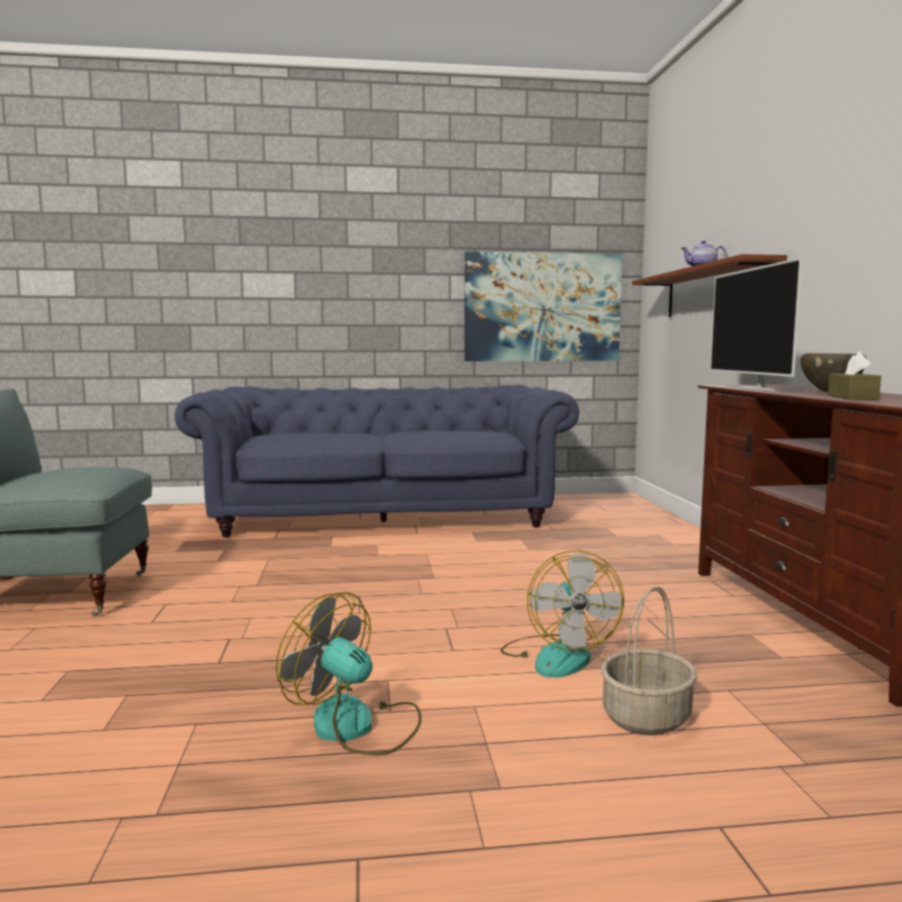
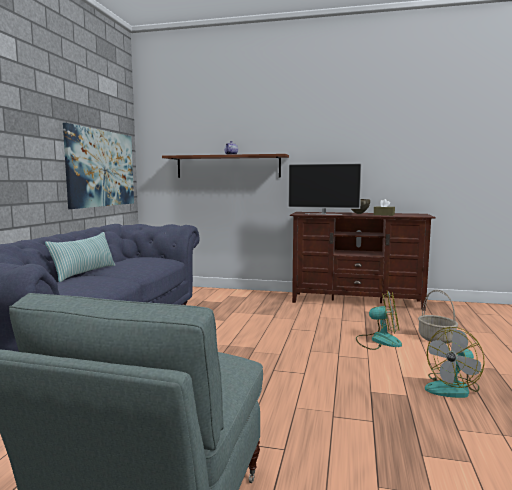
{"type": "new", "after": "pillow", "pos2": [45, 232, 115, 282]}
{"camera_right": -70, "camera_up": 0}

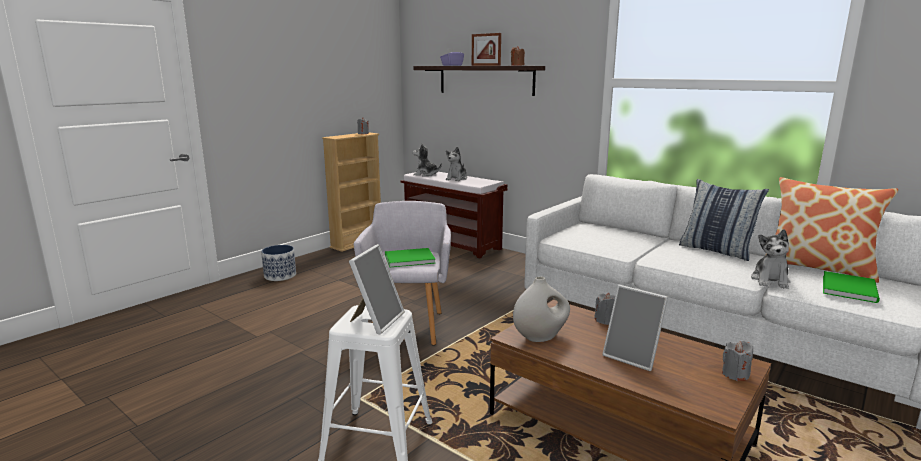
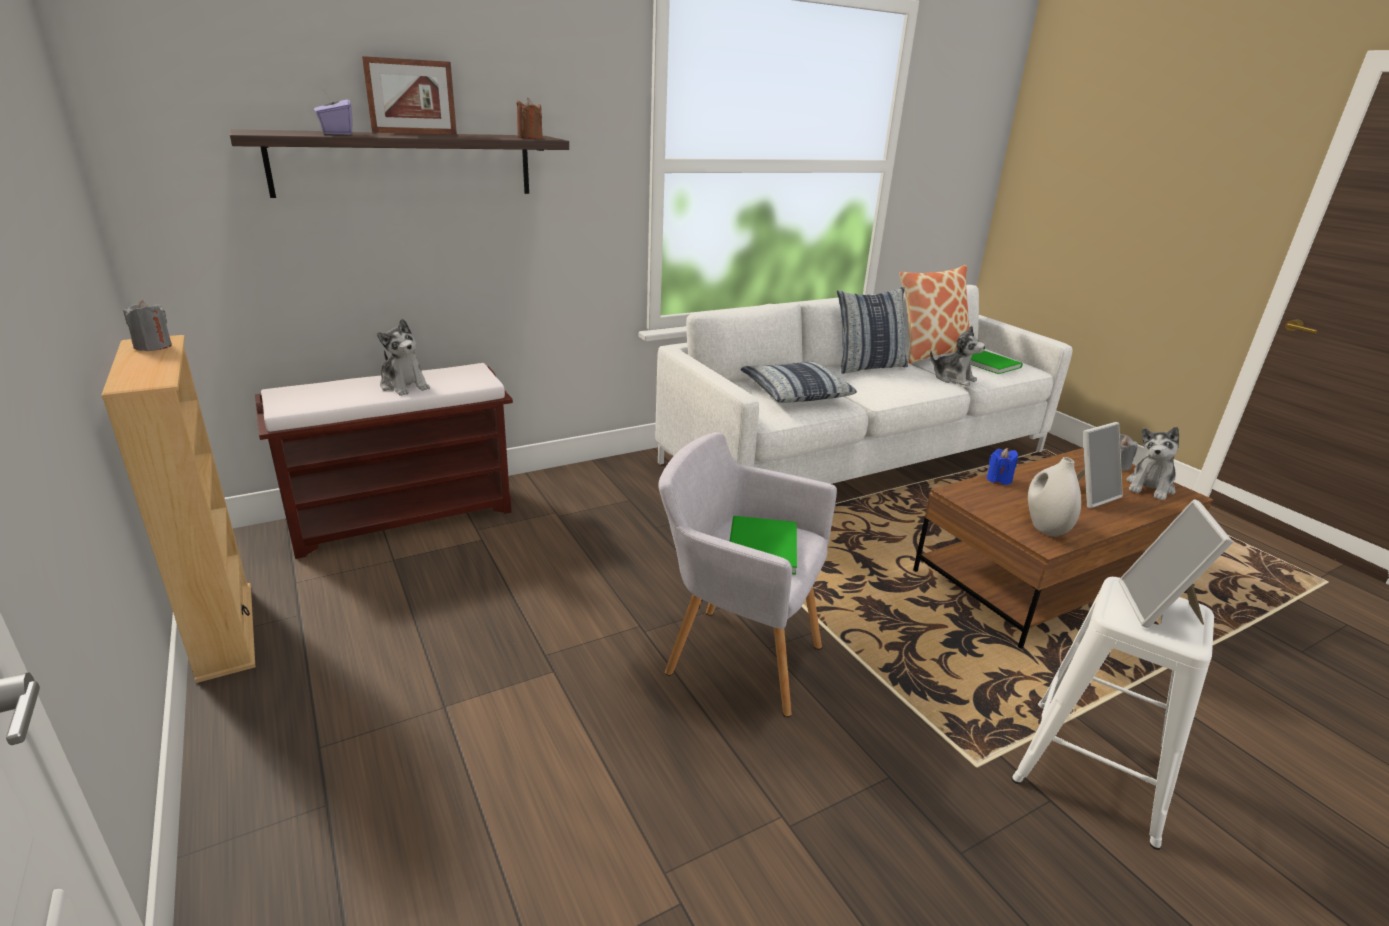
{"type": "shifted", "before": "plush toy", "pos1": [413, 144, 442, 177], "pos2": [1126, 427, 1179, 501]}
{"type": "rotated", "before": "picture frame", "pos1": [349, 244, 405, 334], "pos2": [1119, 499, 1233, 628], "turn": -120}
{"type": "gone", "before": "flower pot", "pos1": [261, 245, 296, 281]}
{"type": "repainted", "before": "gray candle", "after": "bluish candle", "pos1": [594, 293, 615, 325], "pos2": [986, 448, 1018, 485]}
{"type": "new", "after": "pillow", "pos2": [741, 361, 857, 403]}
{"camera_right": -70, "camera_up": 10}

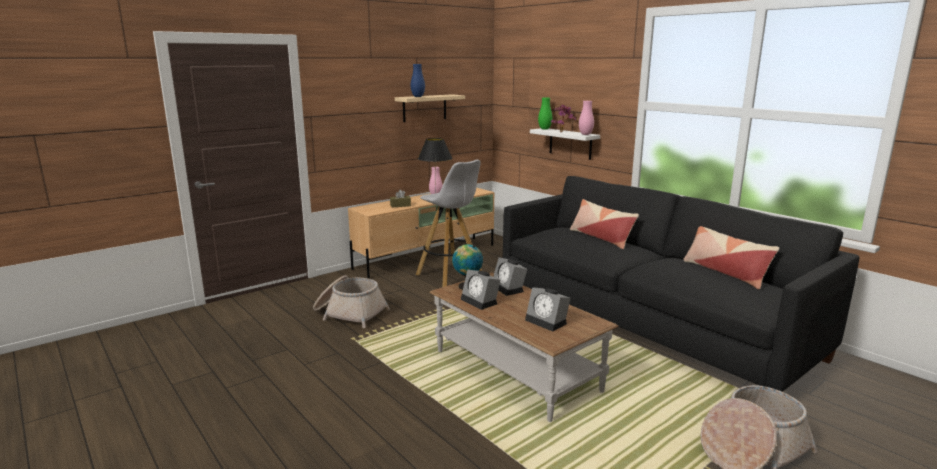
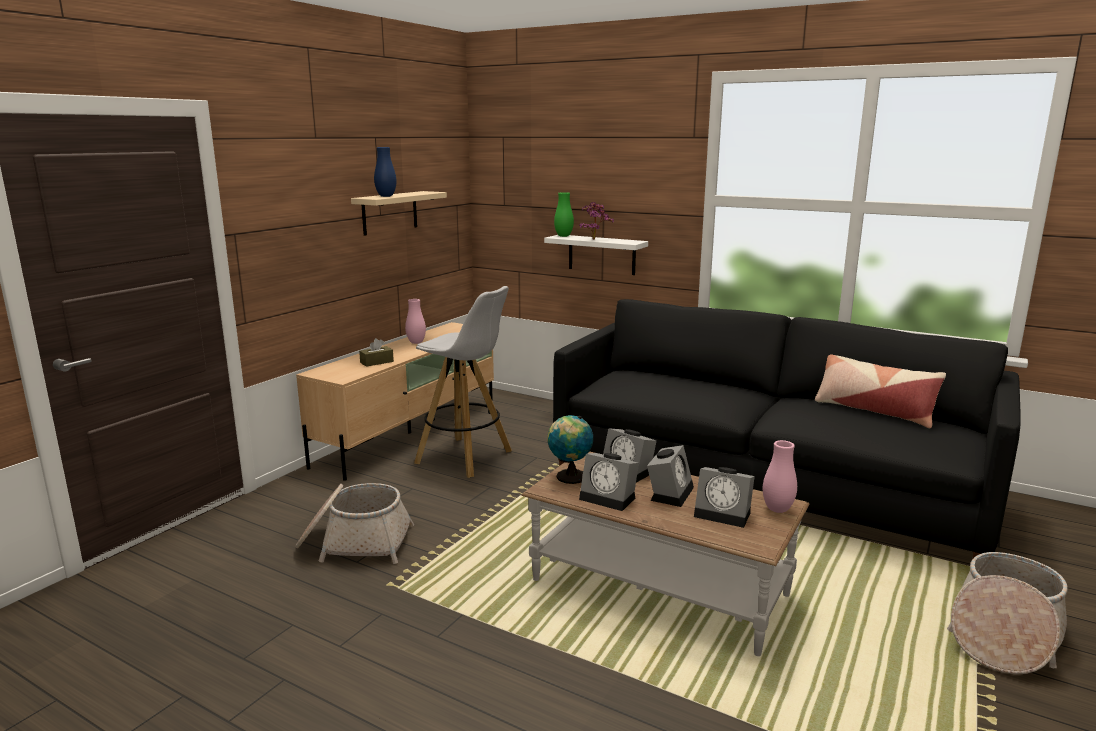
{"type": "shifted", "before": "pink-coloured decorative vase", "pos1": [579, 101, 594, 135], "pos2": [763, 440, 797, 513]}
{"type": "gone", "before": "blackish lamp for a table", "pos1": [418, 138, 453, 191]}
{"type": "gone", "before": "pillow", "pos1": [570, 199, 639, 249]}
{"type": "new", "after": "bedside clock", "pos2": [647, 445, 694, 507]}
{"camera_right": -20, "camera_up": 0}

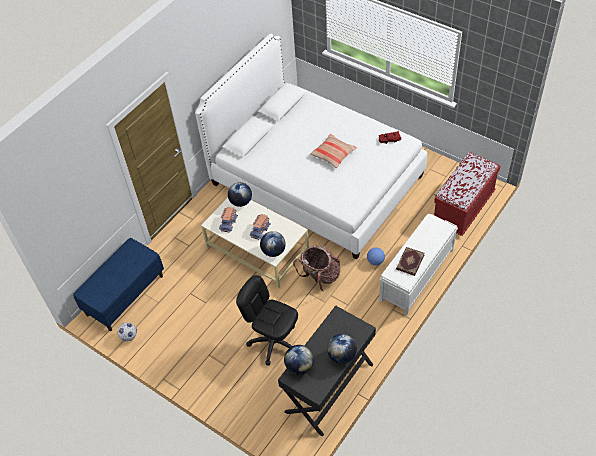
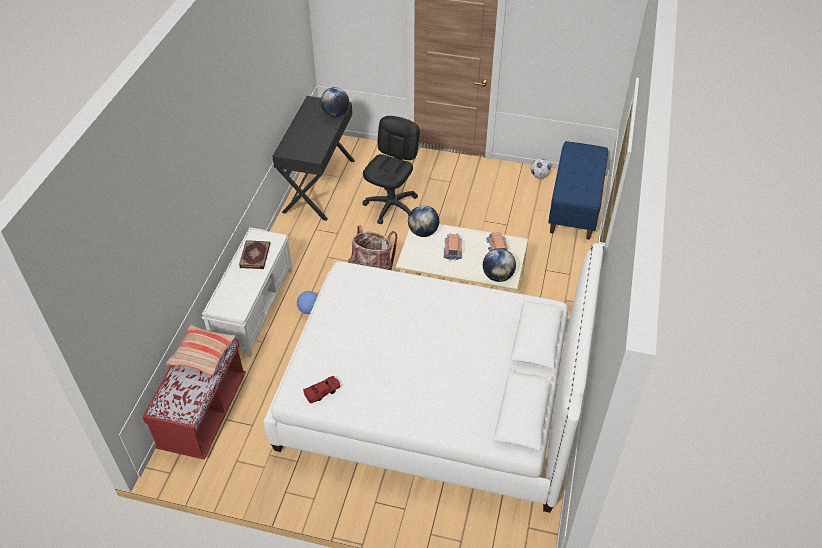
{"type": "shifted", "before": "pillow", "pos1": [310, 134, 357, 168], "pos2": [166, 325, 235, 376]}
{"type": "rotated", "before": "blackish computer chair", "pos1": [236, 275, 298, 366], "pos2": [362, 116, 420, 224], "turn": -75}
{"type": "gone", "before": "globe", "pos1": [327, 334, 357, 364]}
{"camera_right": 155, "camera_up": -5}

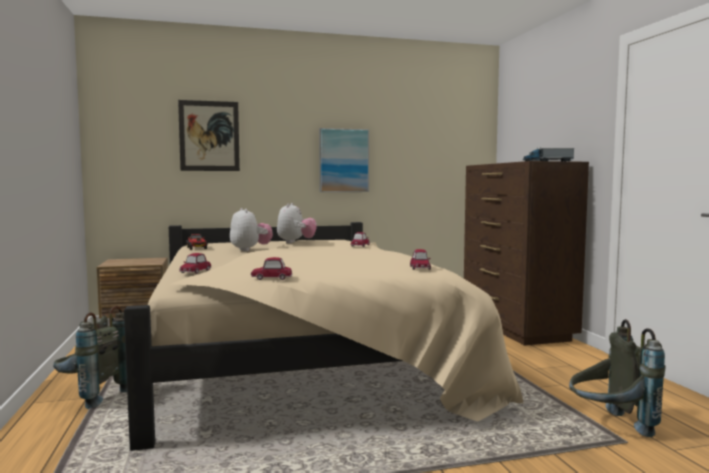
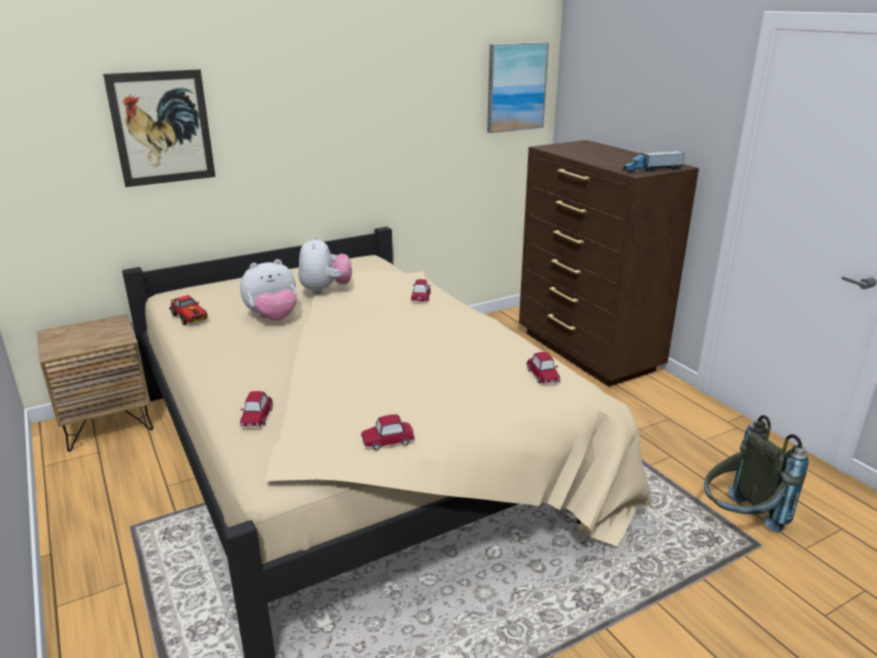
{"type": "shifted", "before": "wall art", "pos1": [319, 128, 369, 192], "pos2": [487, 42, 549, 133]}
{"type": "rotated", "before": "plush toy", "pos1": [230, 208, 273, 251], "pos2": [240, 259, 297, 321], "turn": 105}
{"type": "gone", "before": "gray knapsack", "pos1": [53, 306, 127, 409]}
{"camera_right": -15, "camera_up": 20}

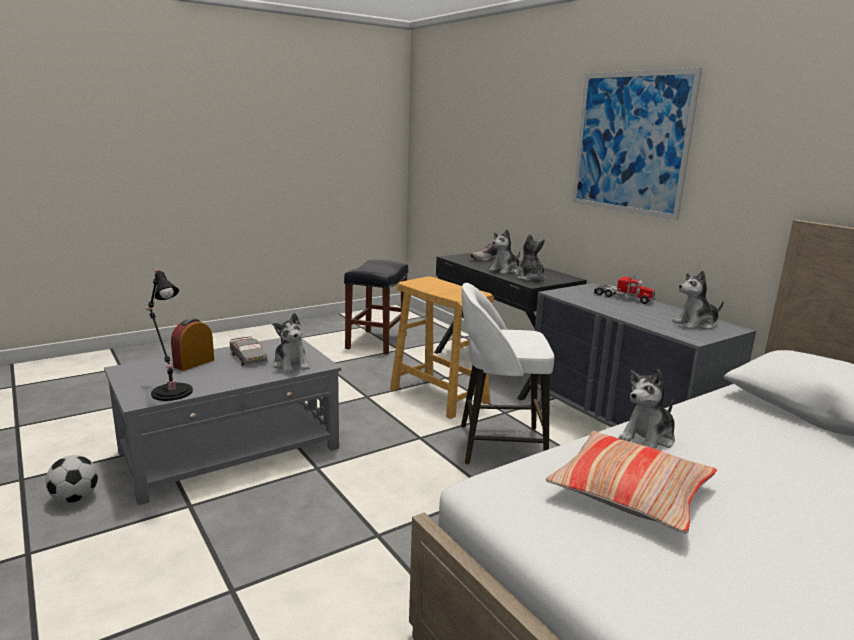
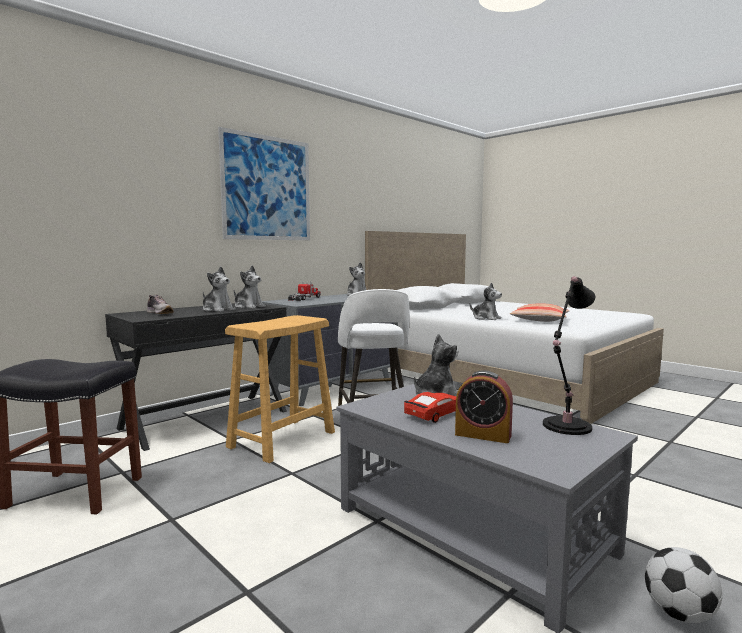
{"type": "rotated", "before": "plush toy", "pos1": [515, 233, 545, 281], "pos2": [234, 266, 266, 309], "turn": -120}
{"type": "repainted", "before": "gray model car", "after": "reddish model car", "pos1": [230, 336, 267, 366], "pos2": [404, 392, 456, 423]}
{"camera_right": -100, "camera_up": -10}

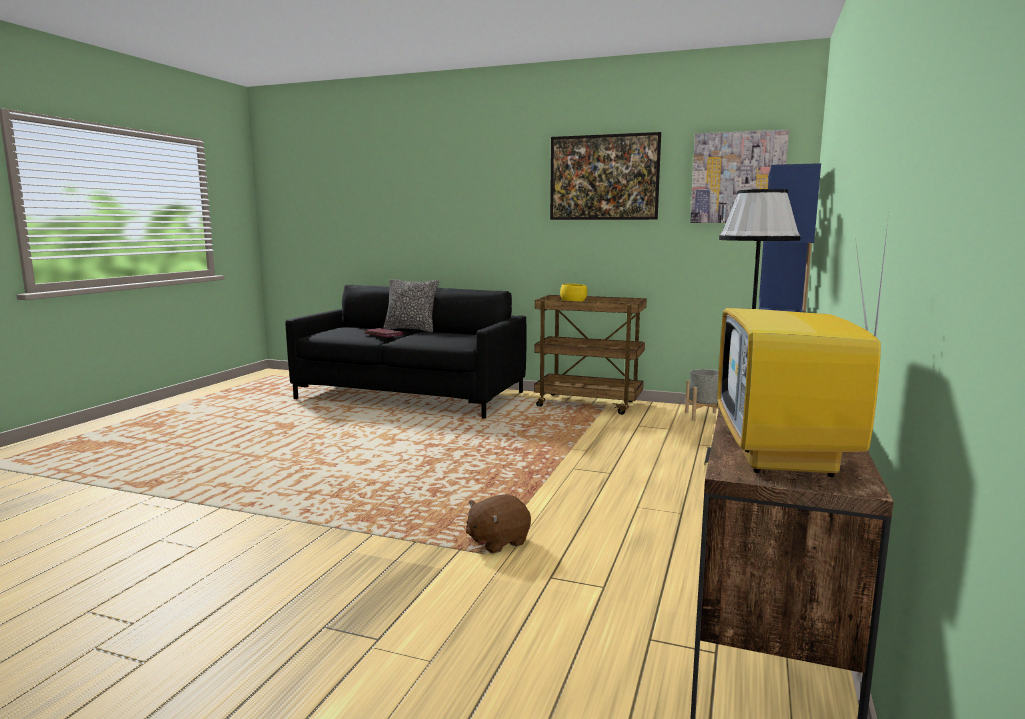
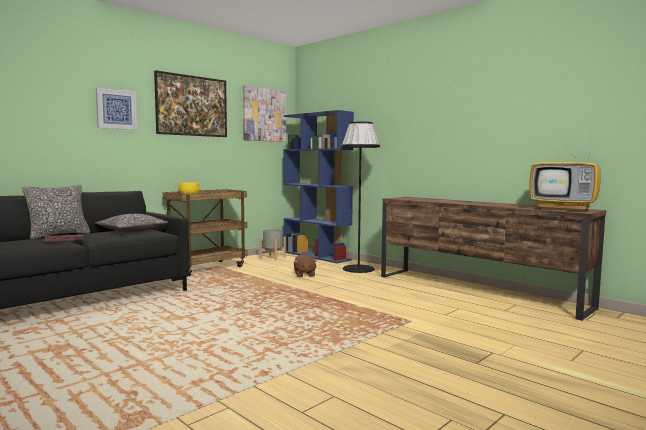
{"type": "shifted", "before": "brown-coloured plush toy", "pos1": [466, 494, 531, 554], "pos2": [294, 254, 317, 277]}
{"type": "new", "after": "wall art", "pos2": [96, 87, 137, 130]}
{"type": "new", "after": "pillow", "pos2": [95, 214, 168, 232]}
{"camera_right": -65, "camera_up": -5}

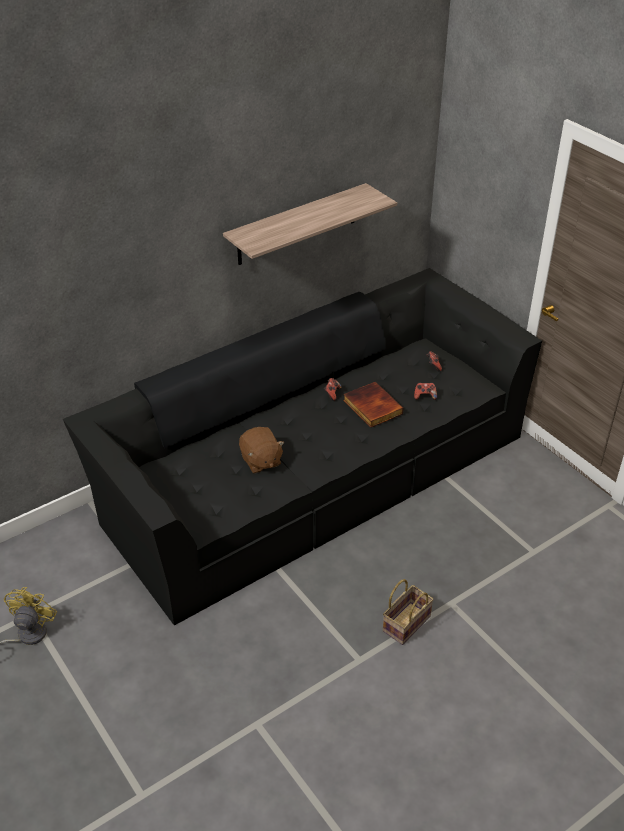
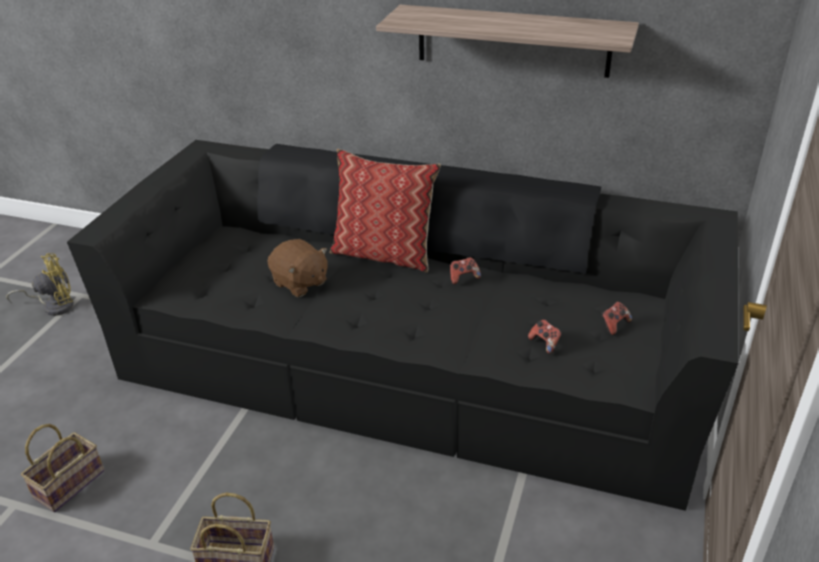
{"type": "gone", "before": "bound book", "pos1": [343, 382, 404, 428]}
{"type": "rotated", "before": "brown-coloured plush toy", "pos1": [239, 427, 284, 474], "pos2": [267, 239, 327, 297], "turn": -75}
{"type": "new", "after": "pillow", "pos2": [329, 149, 441, 273]}
{"type": "new", "after": "basket", "pos2": [21, 424, 104, 512]}
{"camera_right": 55, "camera_up": -5}

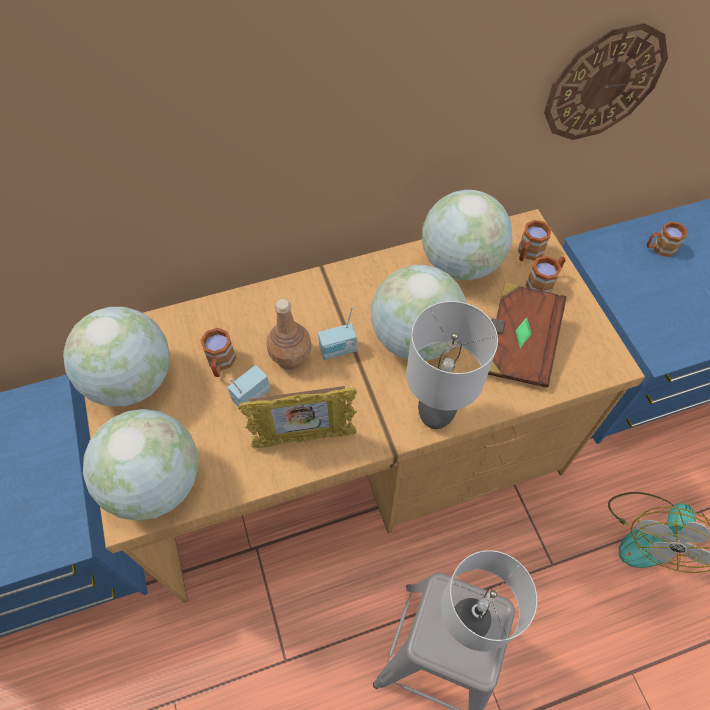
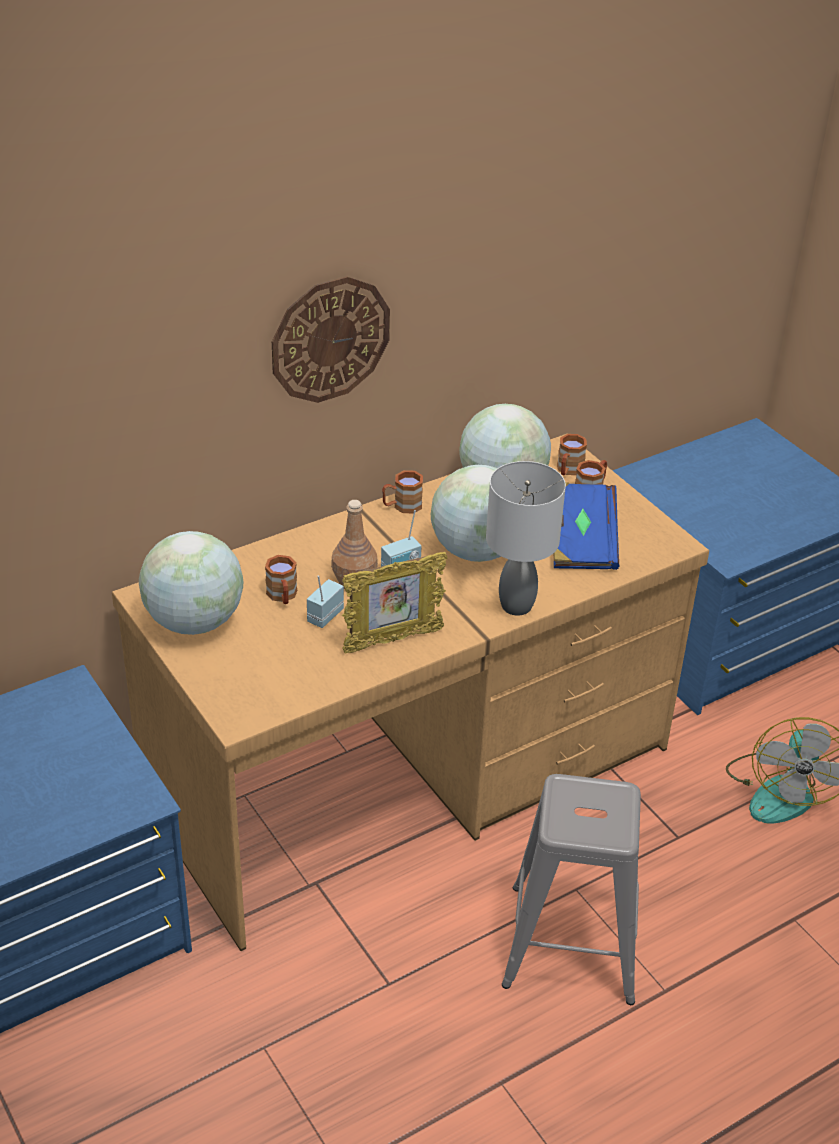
{"type": "shifted", "before": "clock on the wall", "pos1": [544, 22, 668, 140], "pos2": [272, 277, 390, 403]}
{"type": "shifted", "before": "brown-coloured tea mug", "pos1": [647, 221, 687, 257], "pos2": [382, 470, 423, 514]}
{"type": "repainted", "before": "brown-coloured bound book", "after": "bluish bound book", "pos1": [488, 282, 567, 387], "pos2": [554, 482, 619, 570]}
{"type": "gone", "before": "globe", "pos1": [83, 409, 198, 521]}
{"type": "gone", "before": "gray lamp for a table", "pos1": [441, 550, 537, 651]}
{"camera_right": -15, "camera_up": -20}

